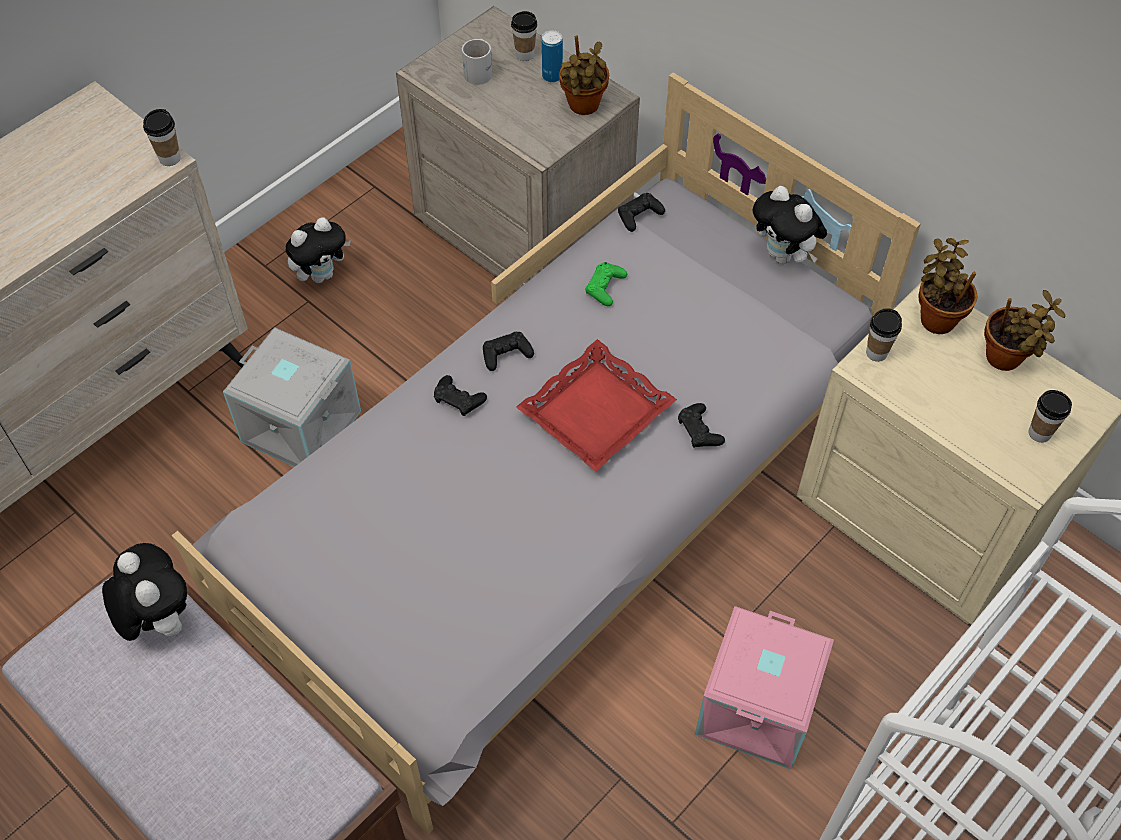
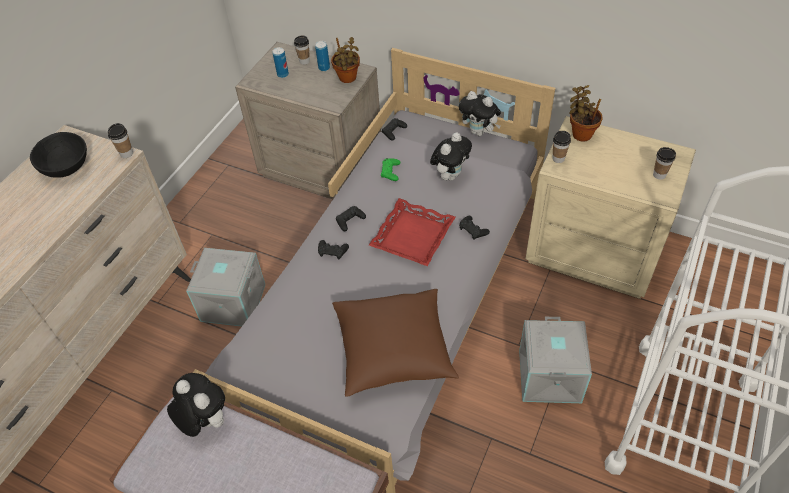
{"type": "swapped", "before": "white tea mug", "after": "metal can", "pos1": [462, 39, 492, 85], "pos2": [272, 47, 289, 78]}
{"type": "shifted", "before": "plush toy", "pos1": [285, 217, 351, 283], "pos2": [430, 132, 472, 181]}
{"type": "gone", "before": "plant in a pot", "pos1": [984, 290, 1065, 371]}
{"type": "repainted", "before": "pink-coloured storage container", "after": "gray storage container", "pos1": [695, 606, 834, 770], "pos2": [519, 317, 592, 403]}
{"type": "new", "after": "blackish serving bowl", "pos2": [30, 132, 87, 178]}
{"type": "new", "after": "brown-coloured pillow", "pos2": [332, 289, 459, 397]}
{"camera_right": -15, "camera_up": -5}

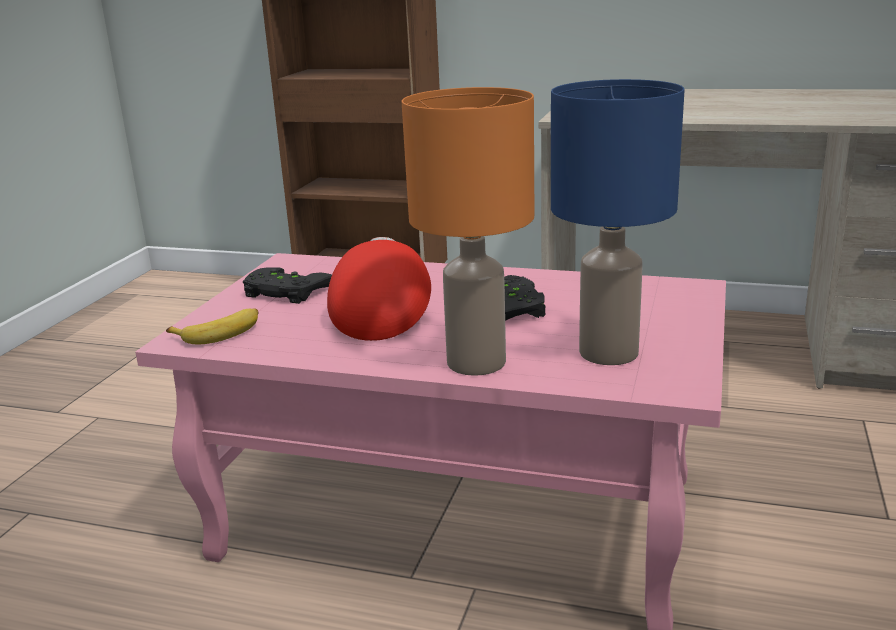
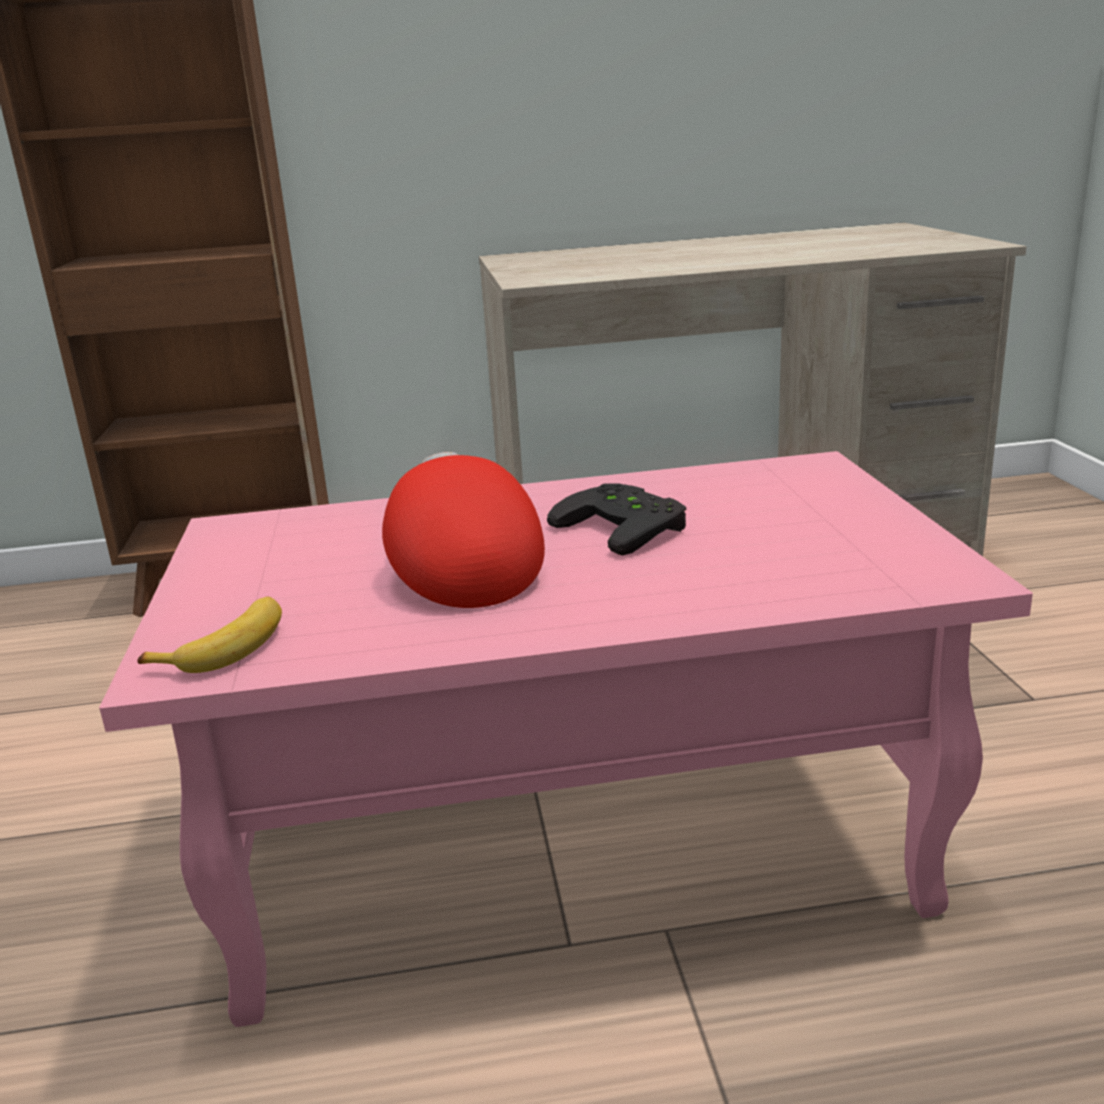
{"type": "gone", "before": "bluish lamp for a table", "pos1": [551, 79, 685, 365]}
{"type": "gone", "before": "orangey lamp for a table", "pos1": [402, 87, 534, 376]}
{"type": "gone", "before": "blackish joypad", "pos1": [243, 267, 332, 304]}
{"camera_right": -25, "camera_up": 0}

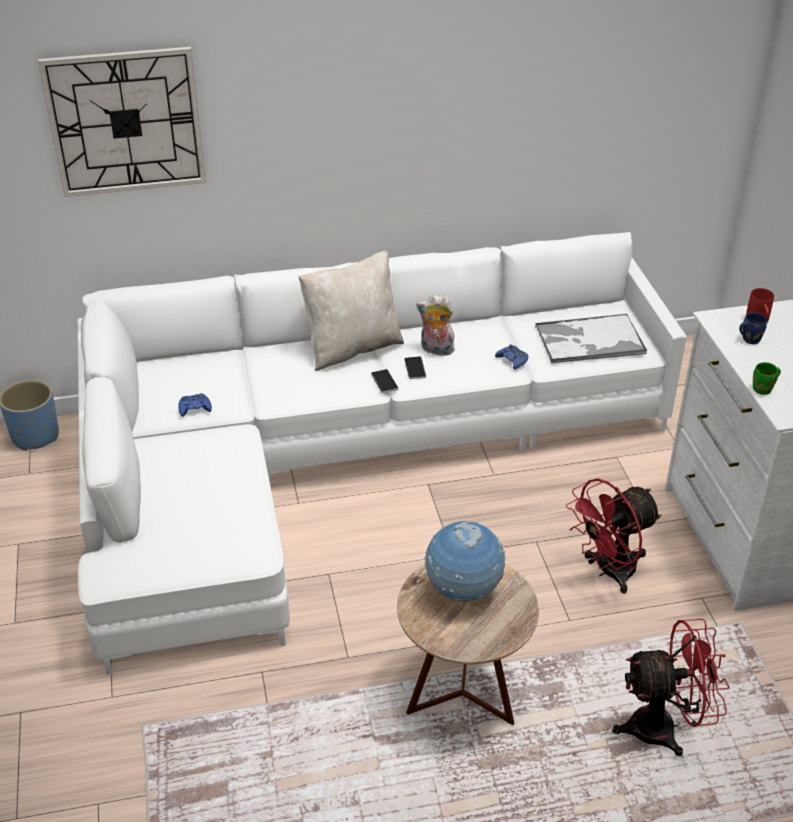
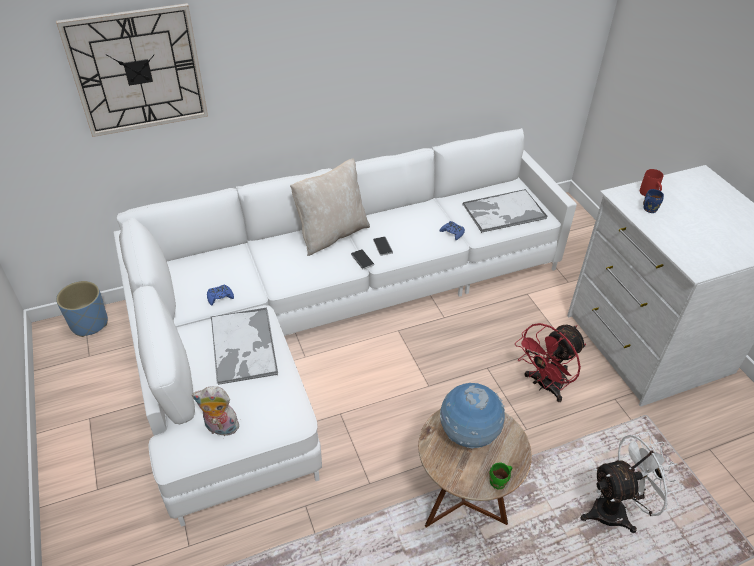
{"type": "shifted", "before": "plush toy", "pos1": [416, 295, 458, 356], "pos2": [192, 386, 239, 436]}
{"type": "shifted", "before": "greenish tea mug", "pos1": [753, 362, 781, 395], "pos2": [489, 463, 512, 490]}
{"type": "repainted", "before": "reddish fan", "after": "white fan", "pos1": [612, 619, 730, 756], "pos2": [580, 432, 683, 533]}
{"type": "new", "after": "serving tray", "pos2": [211, 308, 278, 385]}
{"camera_right": -10, "camera_up": 5}

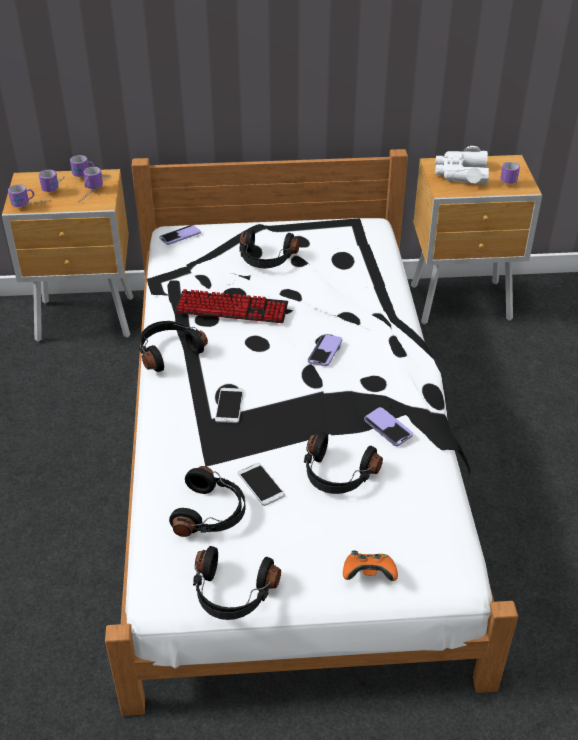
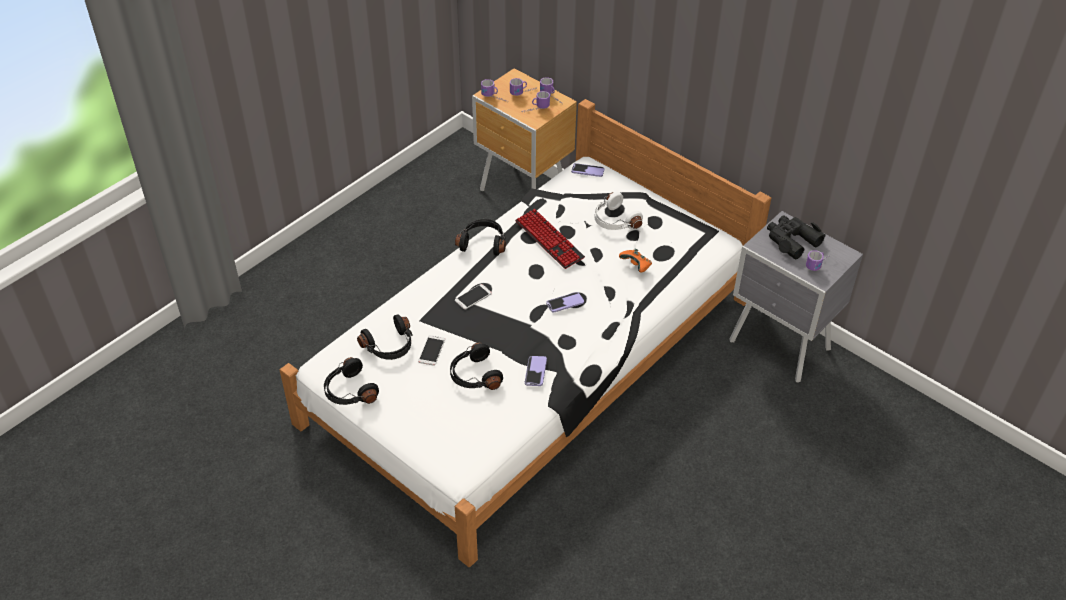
{"type": "repainted", "before": "white binoculars", "after": "blackish binoculars", "pos1": [435, 146, 489, 185], "pos2": [767, 215, 826, 259]}
{"type": "repainted", "before": "brown-coloured night table", "after": "gray night table", "pos1": [411, 155, 542, 325], "pos2": [729, 211, 863, 383]}
{"type": "repainted", "before": "blackish headset", "after": "white headset", "pos1": [239, 228, 300, 268], "pos2": [595, 192, 643, 230]}
{"type": "shifted", "before": "orangey joypad", "pos1": [343, 551, 398, 581], "pos2": [619, 249, 652, 273]}
{"camera_right": 45, "camera_up": 5}

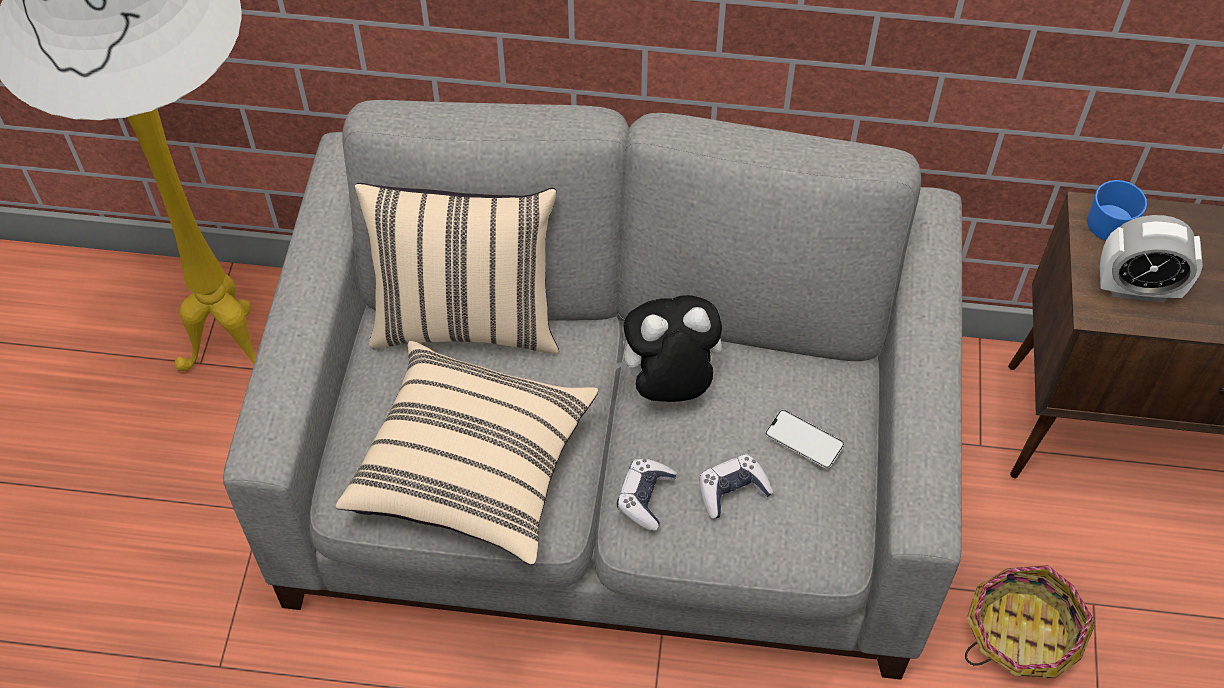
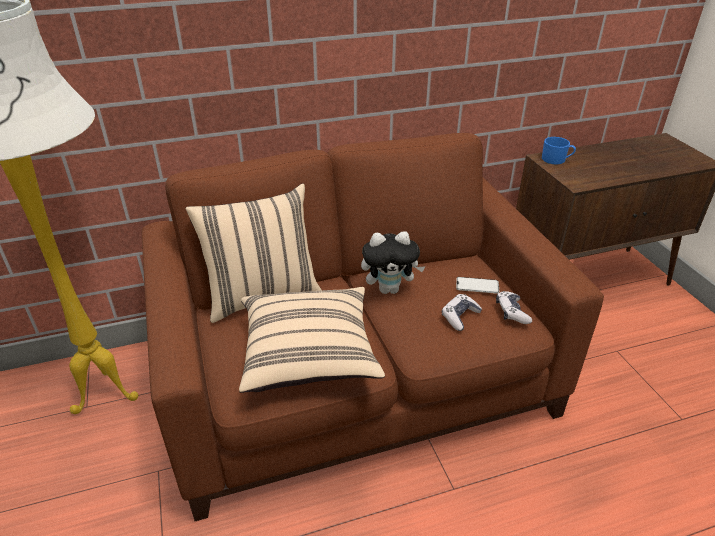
{"type": "repainted", "before": "gray settee", "after": "brown-coloured settee", "pos1": [223, 100, 962, 680], "pos2": [142, 133, 604, 521]}
{"type": "gone", "before": "bedside clock", "pos1": [1100, 215, 1203, 302]}
{"type": "rotated", "before": "plush toy", "pos1": [612, 295, 722, 402], "pos2": [361, 231, 425, 294], "turn": -150}
{"type": "shifted", "before": "joypad", "pos1": [617, 459, 677, 531], "pos2": [496, 291, 532, 324]}
{"type": "gone", "before": "basket", "pos1": [965, 565, 1095, 678]}
{"camera_right": -25, "camera_up": -20}

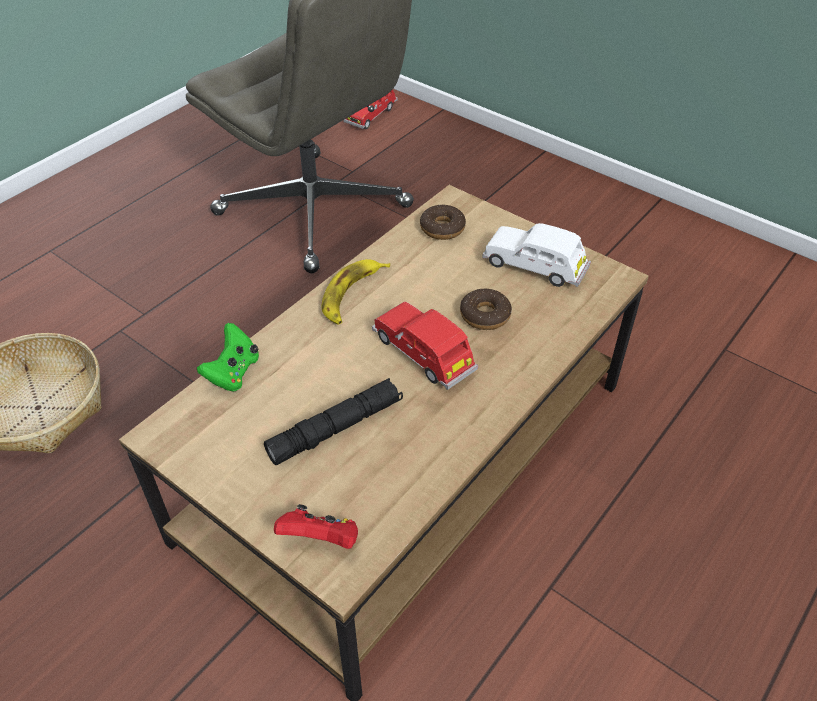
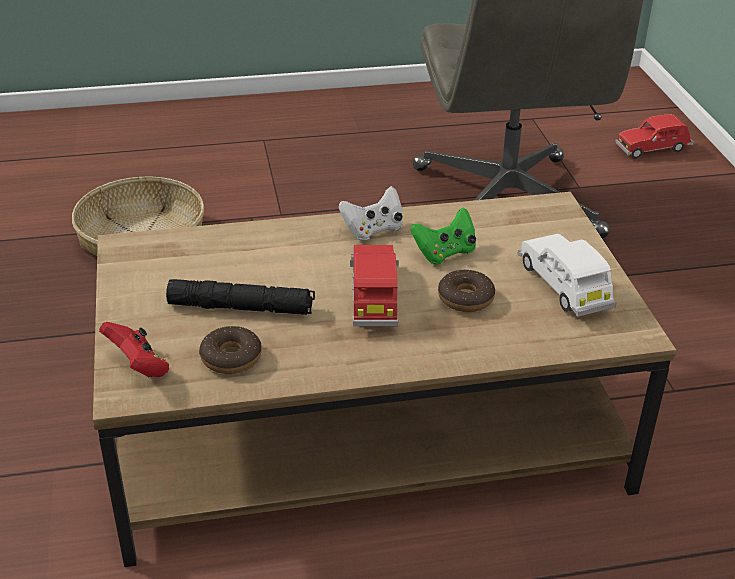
{"type": "shifted", "before": "ring doughnut", "pos1": [420, 205, 466, 240], "pos2": [199, 326, 262, 374]}
{"type": "swapped", "before": "banana", "after": "white joypad", "pos1": [322, 259, 390, 325], "pos2": [338, 186, 403, 241]}
{"type": "shifted", "before": "greenish joypad", "pos1": [197, 323, 259, 391], "pos2": [410, 208, 476, 264]}
{"camera_right": 40, "camera_up": -10}

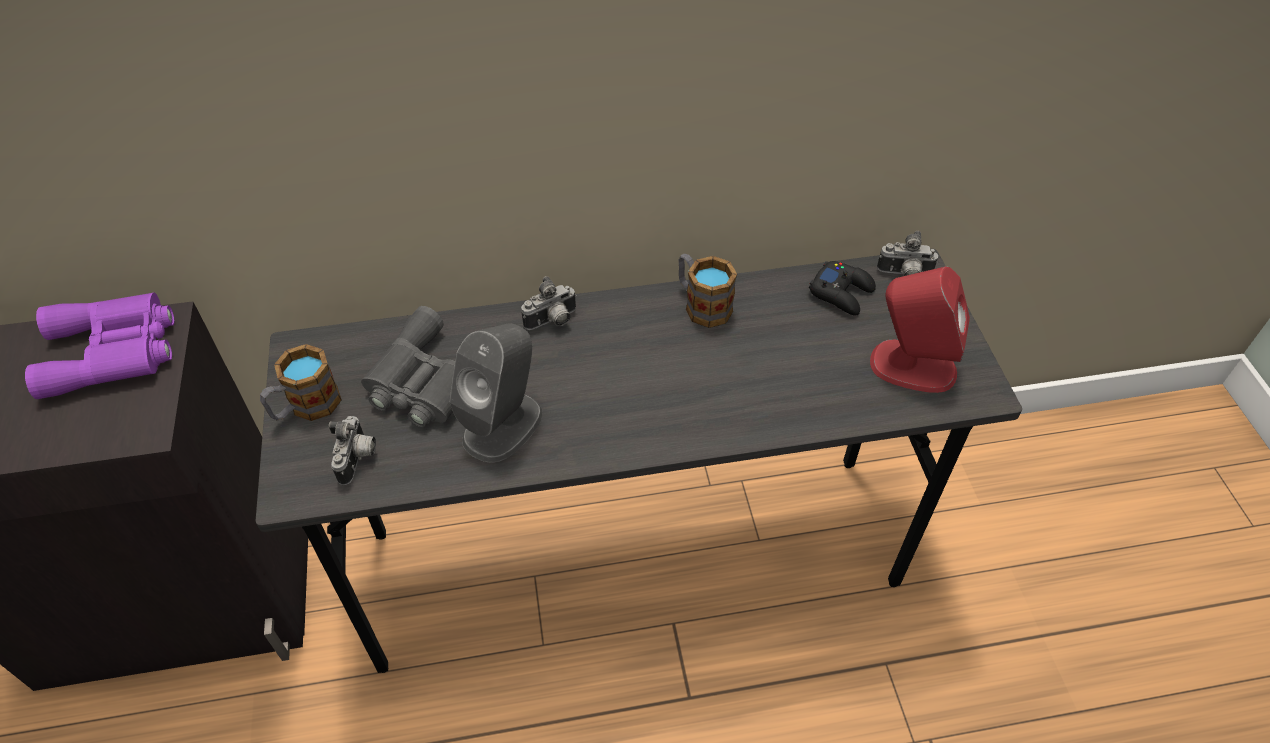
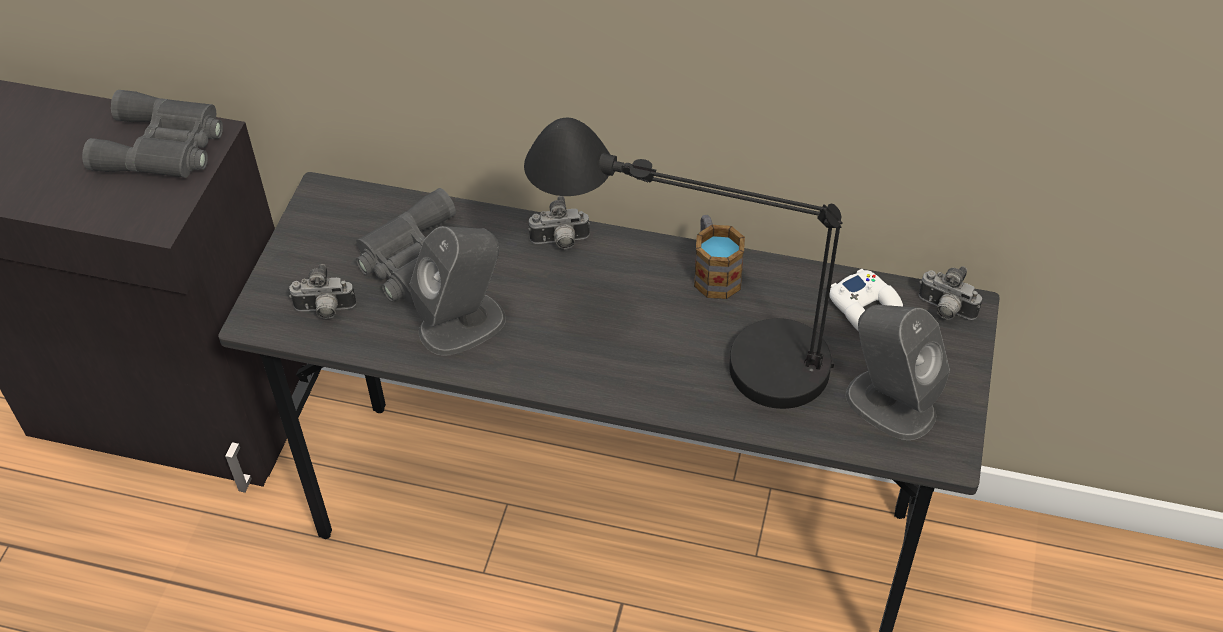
{"type": "repainted", "before": "blackish joypad", "after": "white joypad", "pos1": [809, 261, 876, 316], "pos2": [829, 269, 903, 332]}
{"type": "repainted", "before": "reddish speaker", "after": "gray speaker", "pos1": [870, 266, 970, 393], "pos2": [846, 305, 950, 440]}
{"type": "repainted", "before": "purple-coloured binoculars", "after": "gray binoculars", "pos1": [25, 292, 175, 399], "pos2": [82, 90, 223, 178]}
{"type": "gone", "before": "tea mug", "pos1": [260, 344, 342, 421]}
{"type": "rotated", "before": "still camera", "pos1": [329, 416, 376, 485], "pos2": [289, 264, 356, 319], "turn": 60}
{"type": "new", "after": "blackish lamp for a table", "pos2": [524, 118, 843, 409]}
{"camera_right": 25, "camera_up": 0}

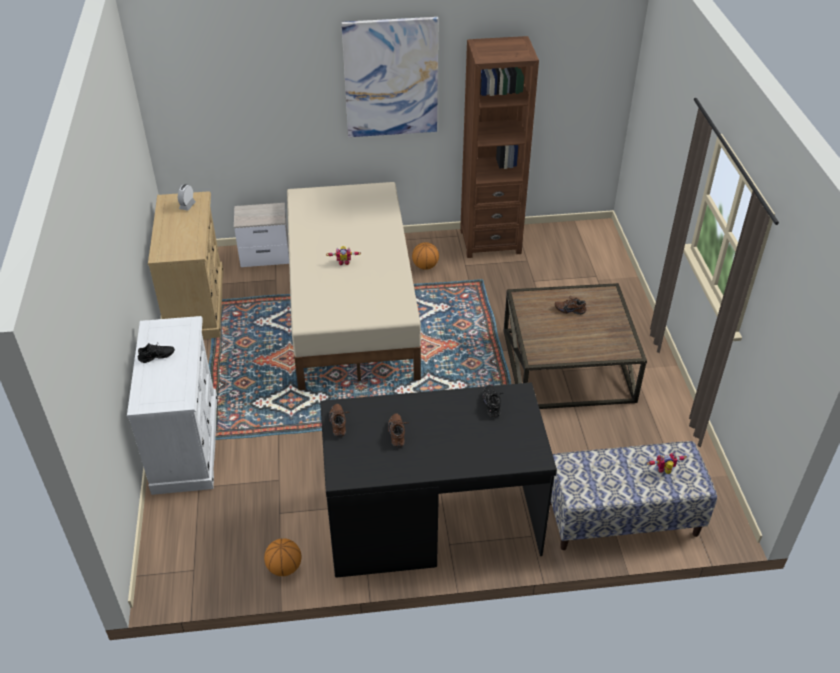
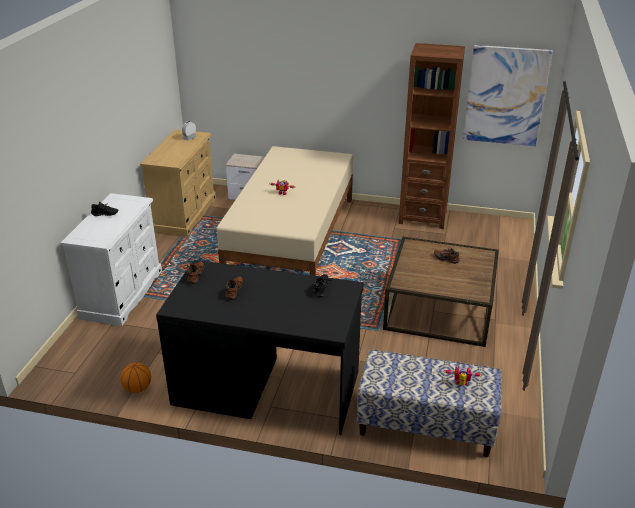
{"type": "shifted", "before": "wall art", "pos1": [341, 17, 439, 137], "pos2": [463, 45, 553, 146]}
{"type": "gone", "before": "basketball ball", "pos1": [412, 242, 439, 270]}
{"camera_right": 20, "camera_up": -10}

